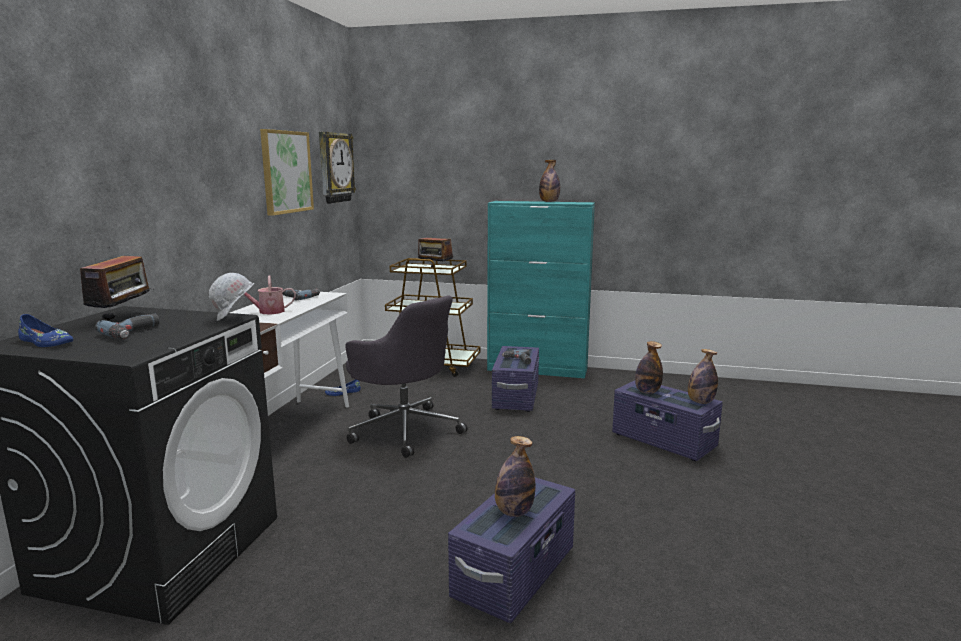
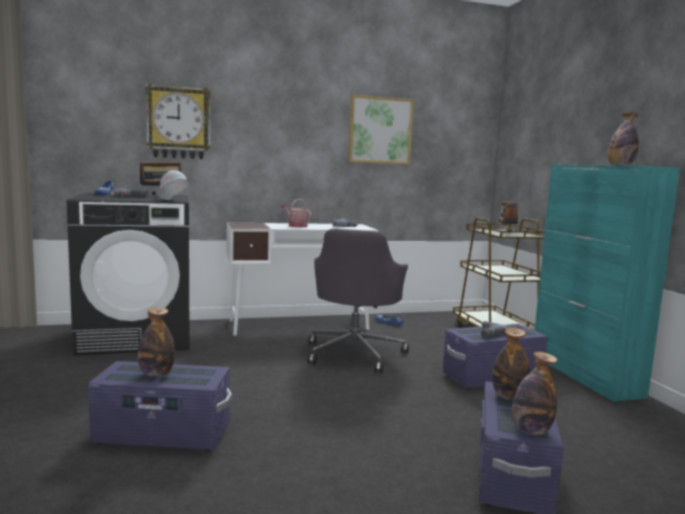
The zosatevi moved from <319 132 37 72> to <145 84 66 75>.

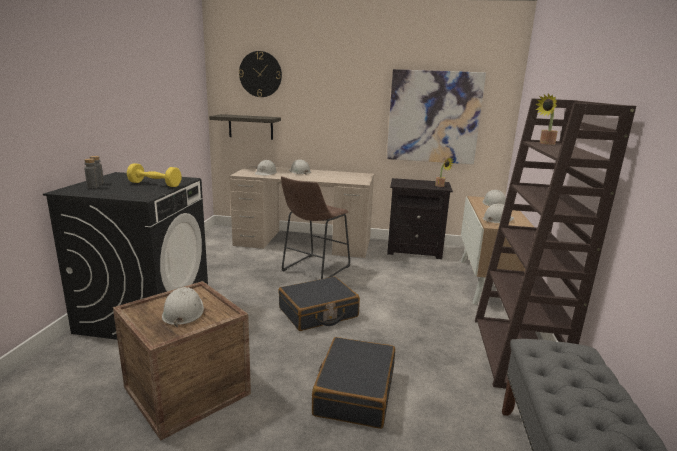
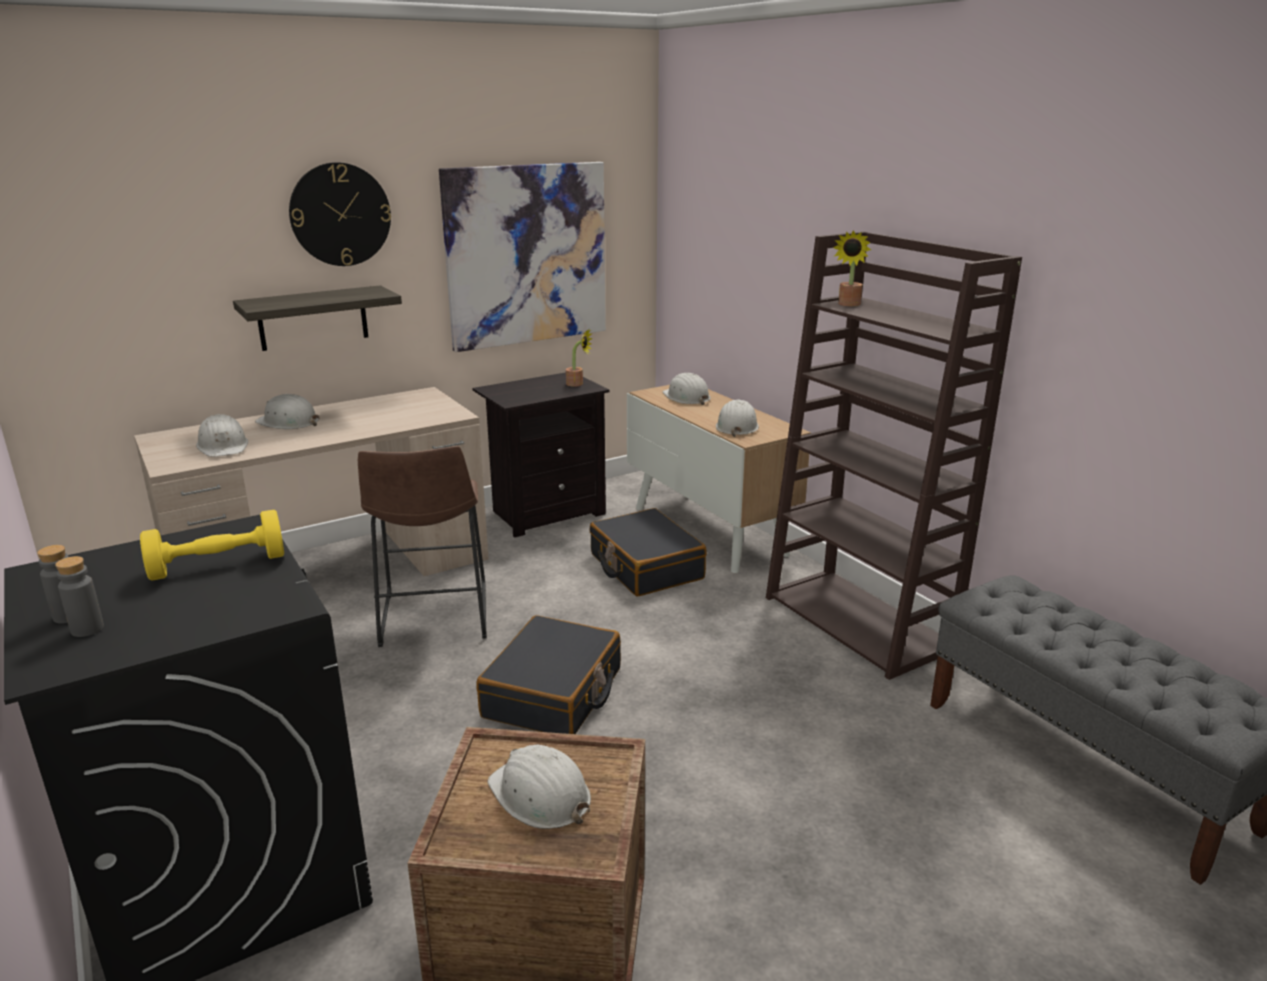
The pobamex moved from <209 114 72 26> to <233 285 169 66>.
The zosatevi moved from <239 51 43 46> to <289 162 102 104>.
The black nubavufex moved from <312 337 83 92> to <589 508 118 89>.

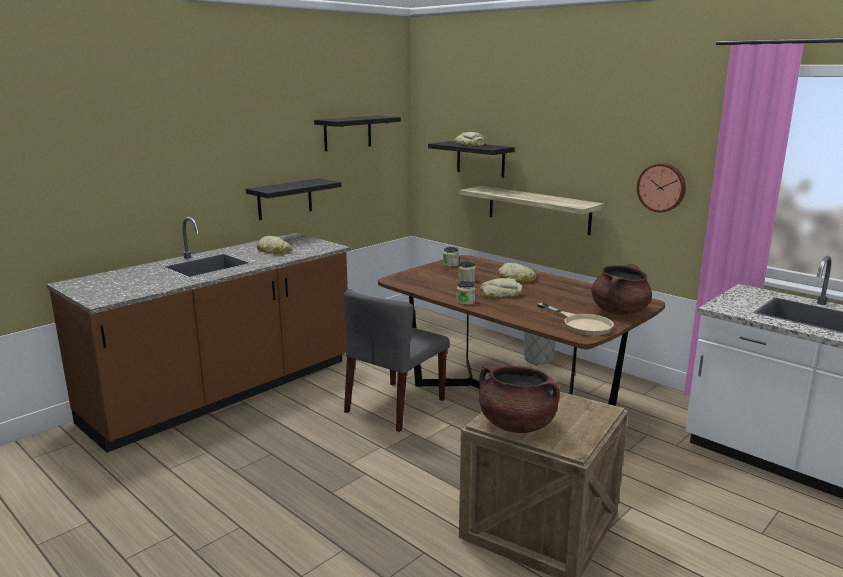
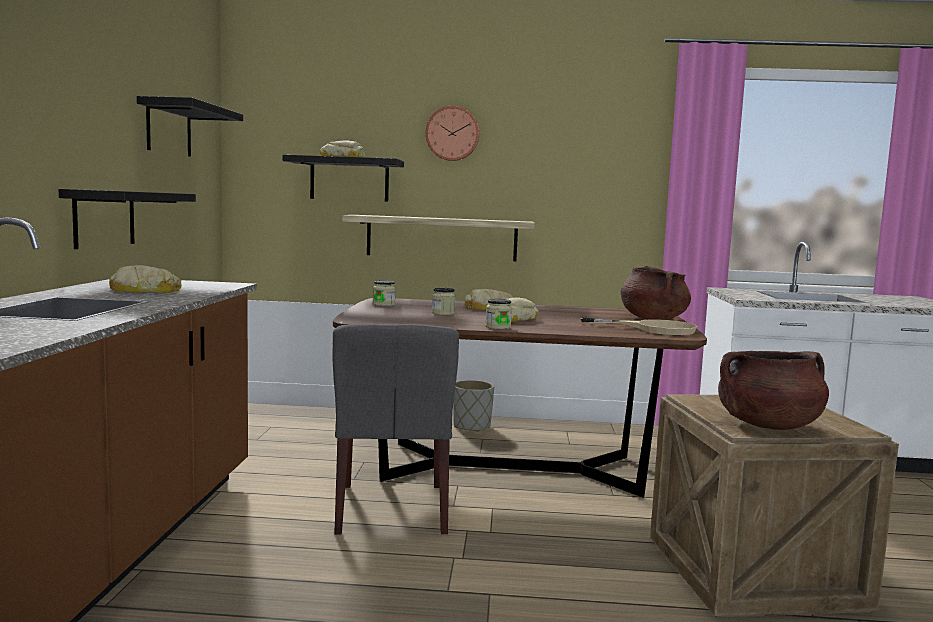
The zosatevi moved from <637 163 49 49> to <426 106 53 55>.

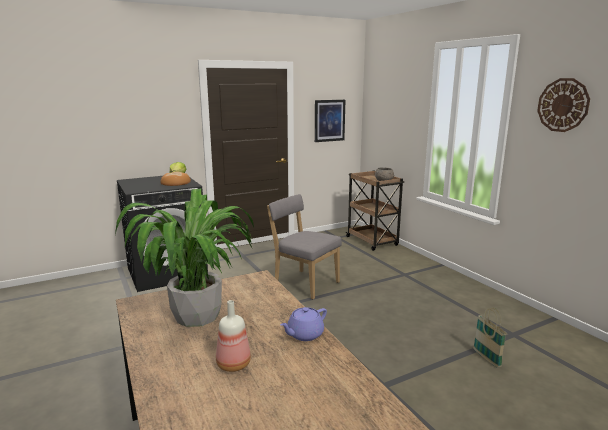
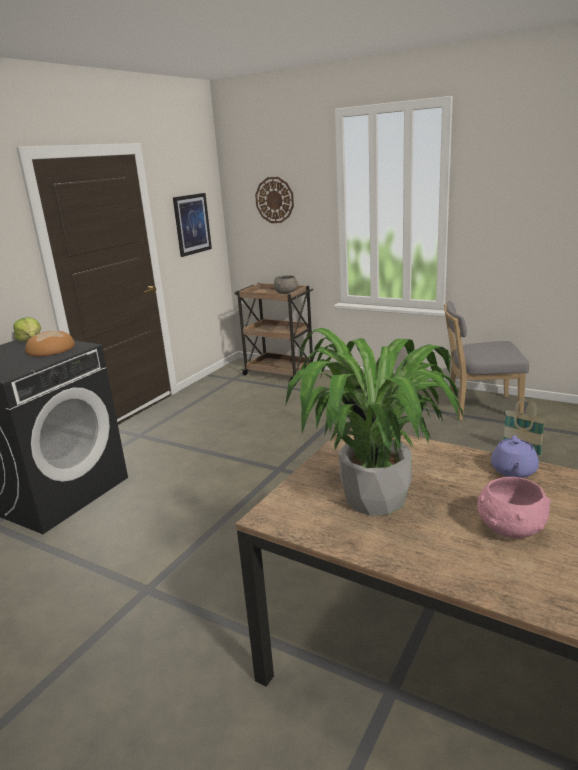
The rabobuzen at <216 300 35 72> was replaced by the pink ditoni at <477 477 74 61>.
The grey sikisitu moved from <267 194 75 105> to <444 301 85 120>.
The zosatevi moved from <537 78 53 54> to <255 177 39 46>.

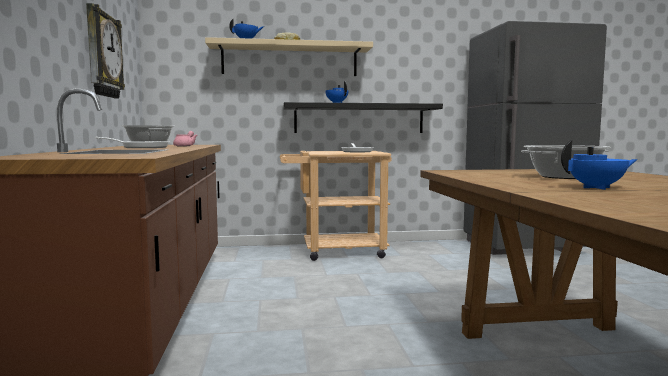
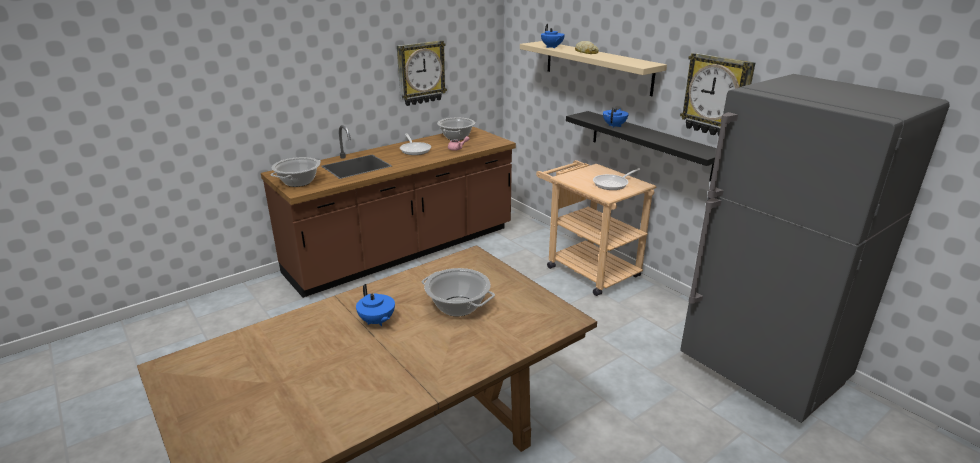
The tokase at <270 157 51 30> appeared.
The zosatevi at <680 53 75 83> appeared.

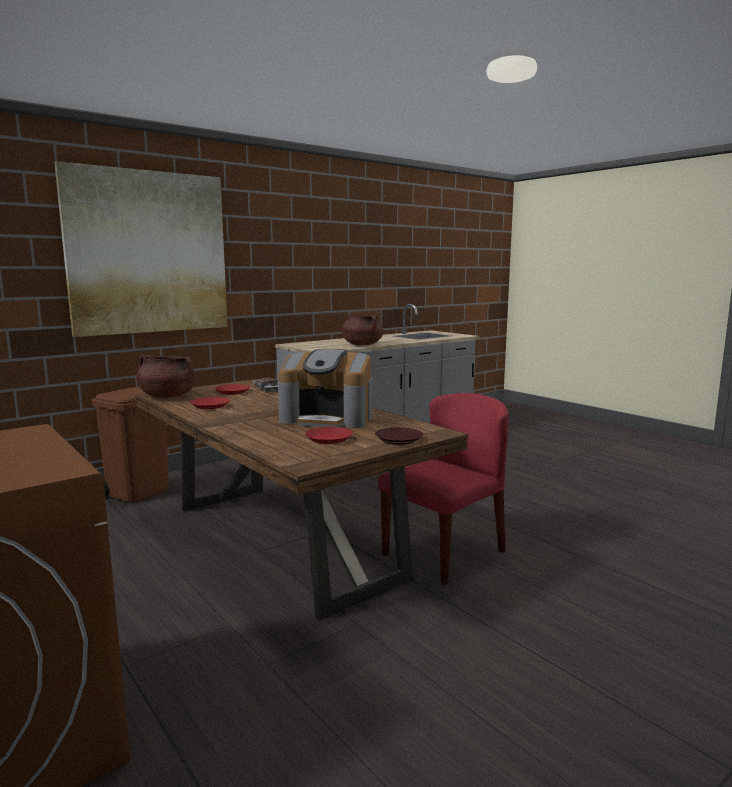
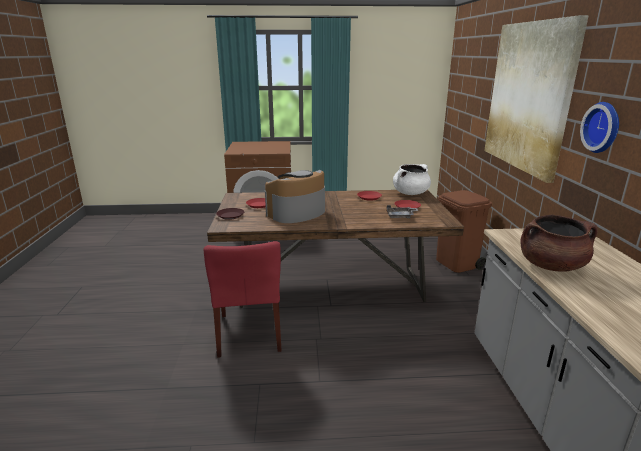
The brown tokase at <136 355 60 43> became the white tokase at <393 164 38 31>.
The zosatevi at <580 102 39 51> appeared.

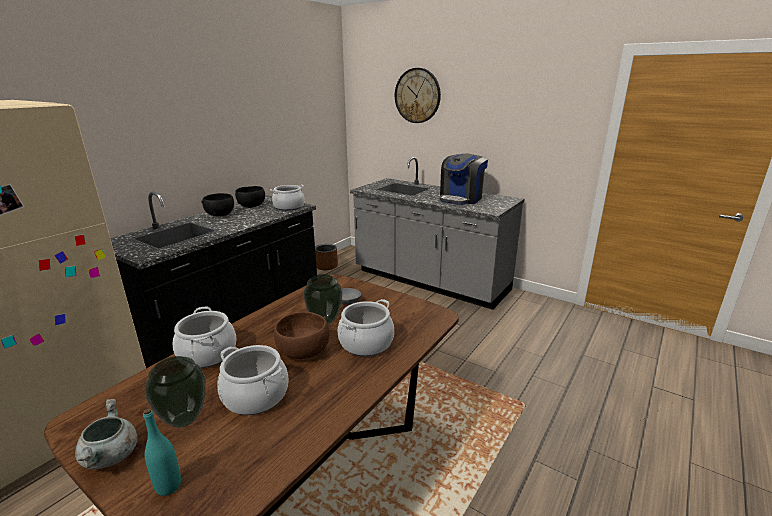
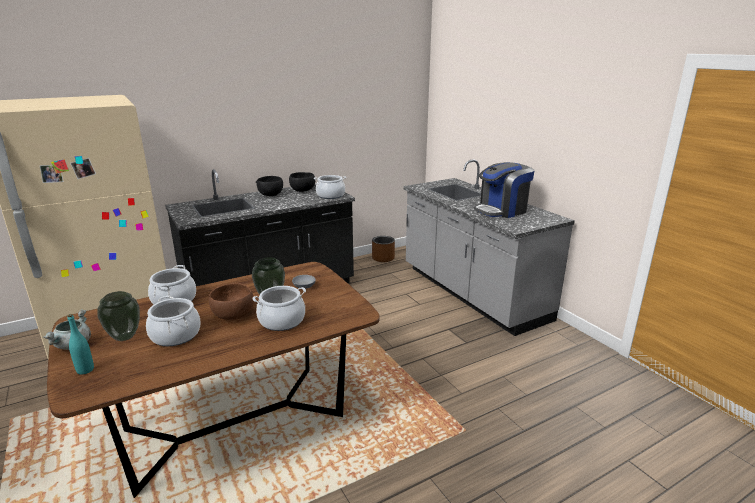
The zosatevi at <395 68 46 55> disappeared.

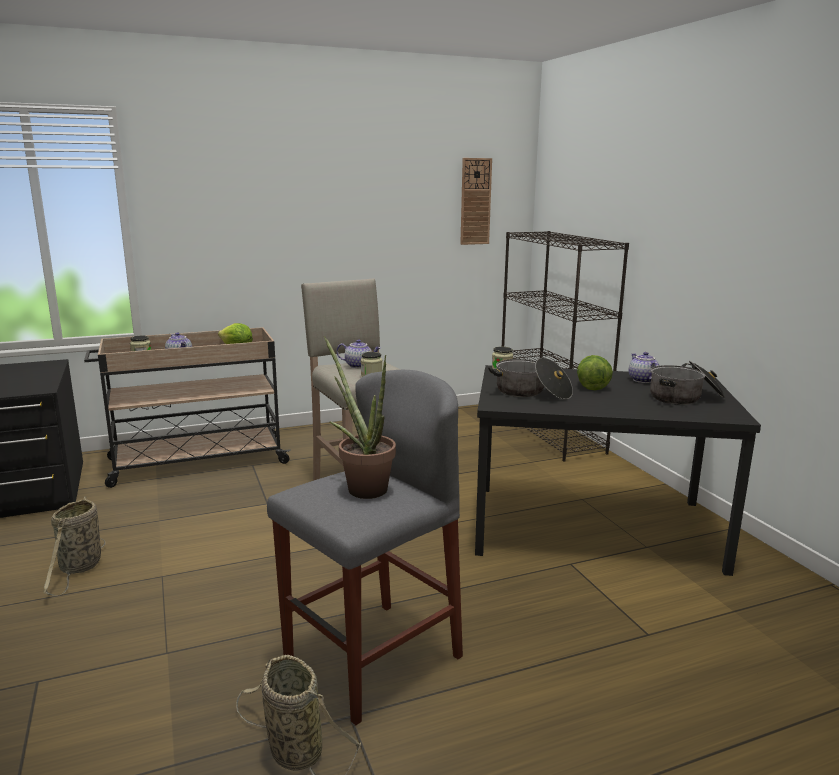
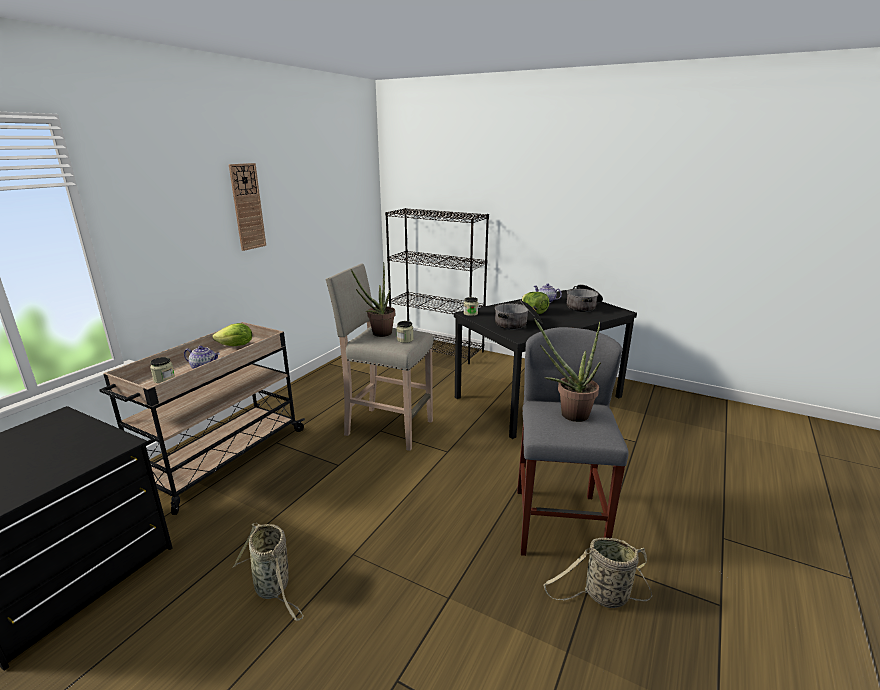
The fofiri at <336 339 45 29> was replaced by the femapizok at <351 262 44 75>.
The zosatevi moved from <460 158 32 87> to <229 163 37 88>.

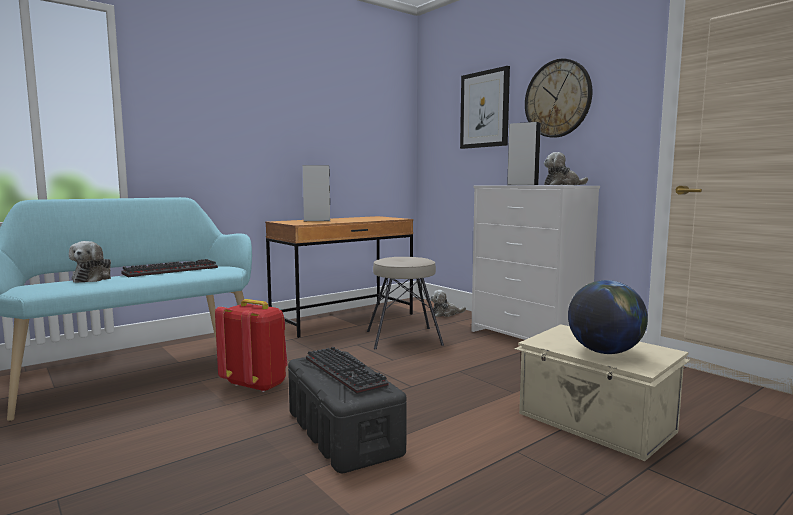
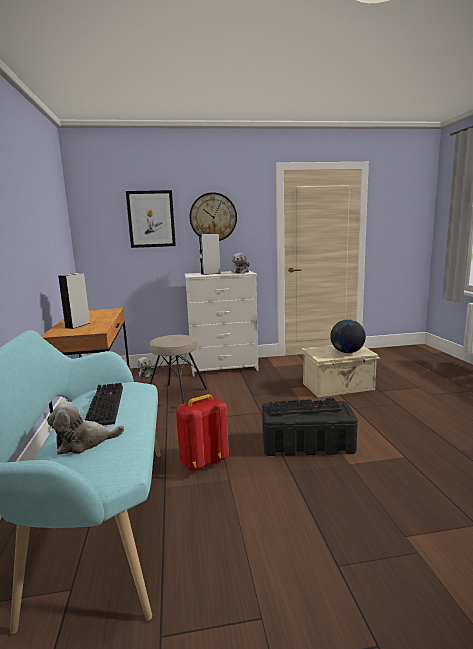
The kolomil at <69 241 42 42> turned 135 degrees clockwise.

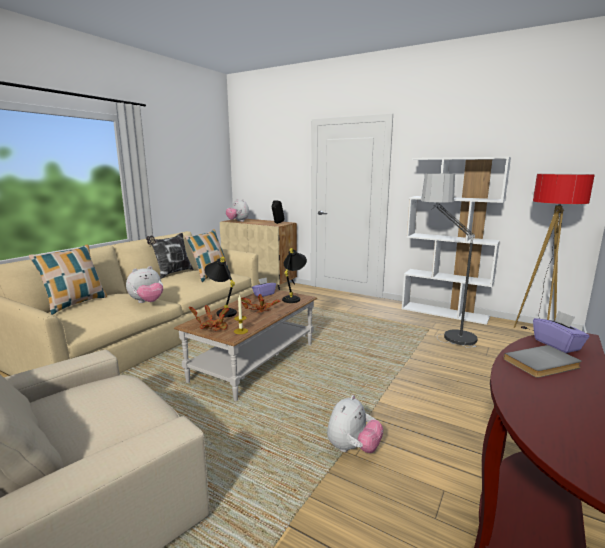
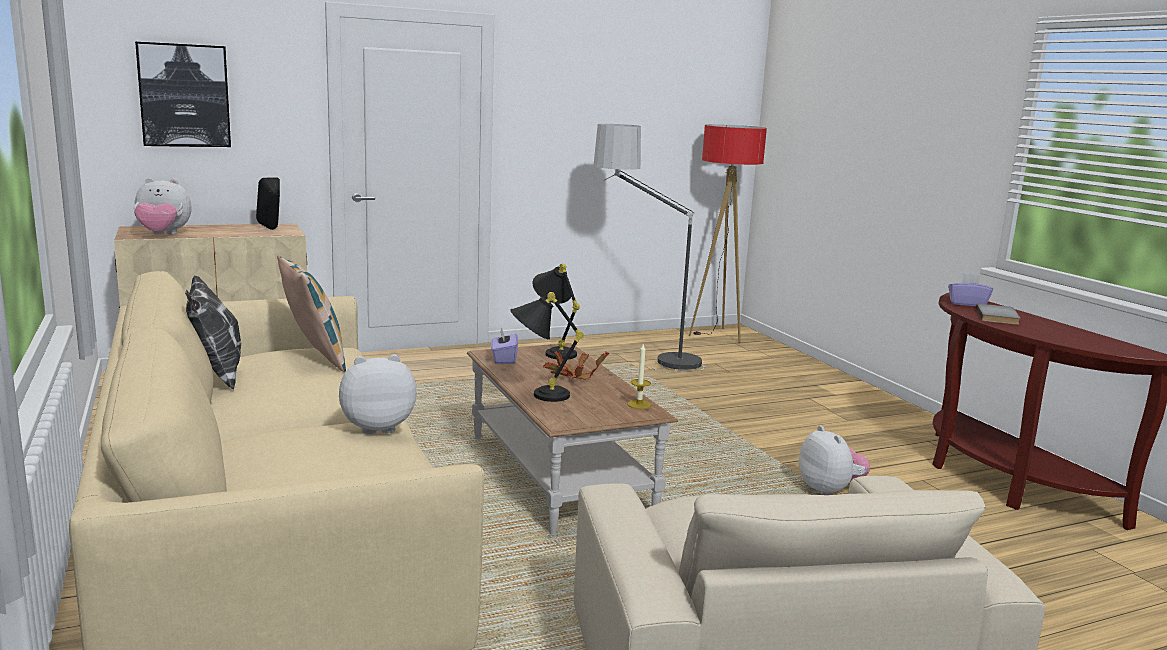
The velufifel at <29 245 78 70> disappeared.
The kolomil at <126 266 37 37> turned 105 degrees counterclockwise.
The femapizok at <189 305 40 26> disappeared.
The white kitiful at <402 157 109 168> disappeared.
The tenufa at <135 42 96 105> appeared.

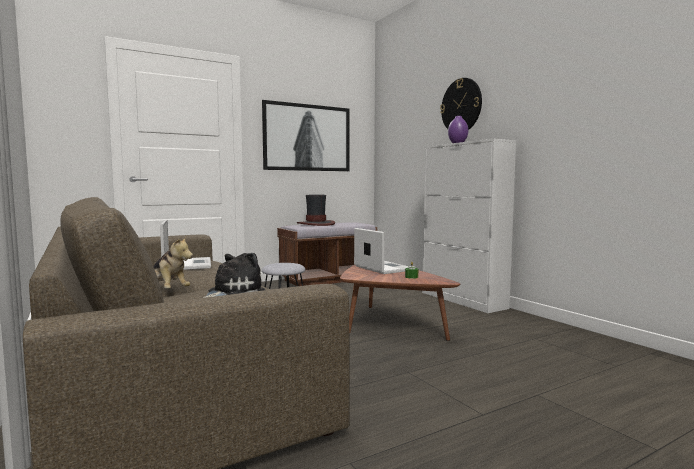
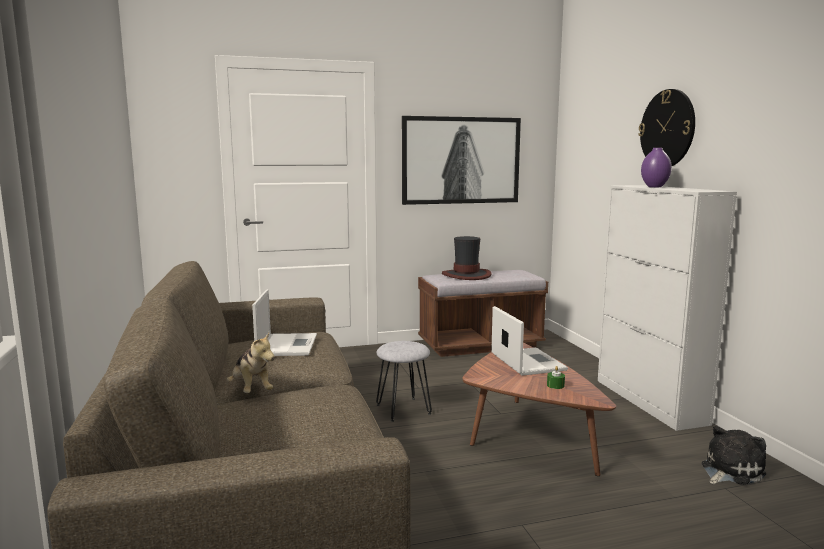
The kolomil moved from <203 253 63 45> to <701 426 65 59>.

